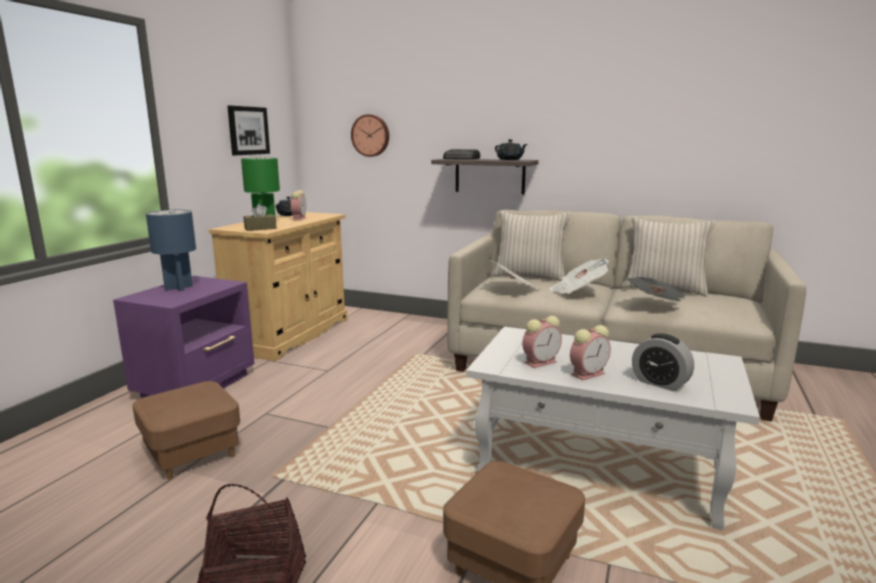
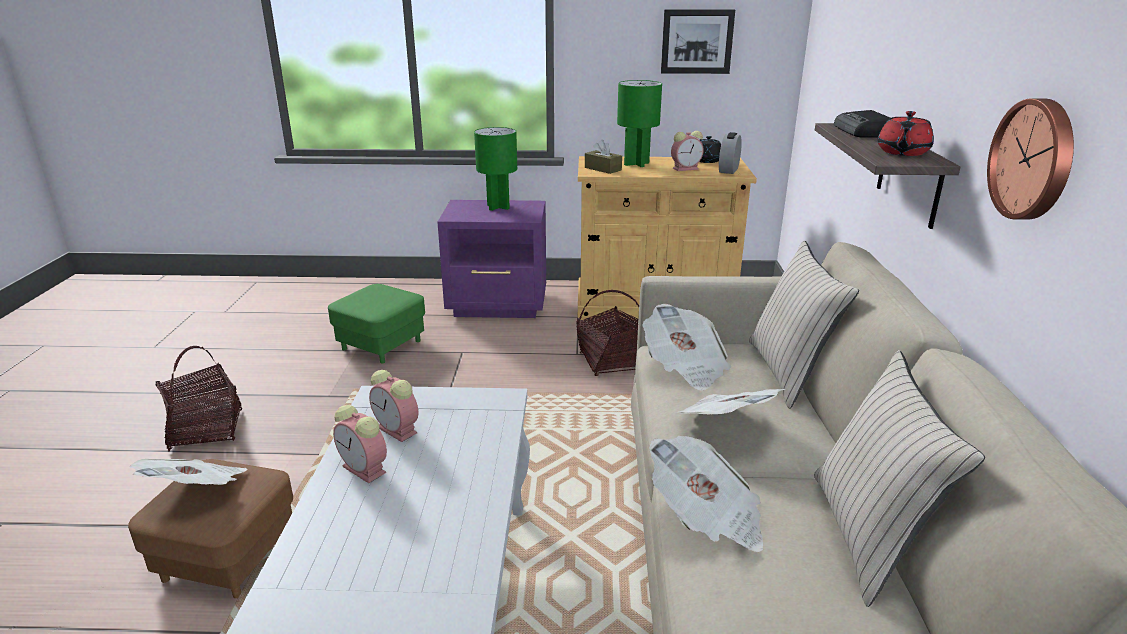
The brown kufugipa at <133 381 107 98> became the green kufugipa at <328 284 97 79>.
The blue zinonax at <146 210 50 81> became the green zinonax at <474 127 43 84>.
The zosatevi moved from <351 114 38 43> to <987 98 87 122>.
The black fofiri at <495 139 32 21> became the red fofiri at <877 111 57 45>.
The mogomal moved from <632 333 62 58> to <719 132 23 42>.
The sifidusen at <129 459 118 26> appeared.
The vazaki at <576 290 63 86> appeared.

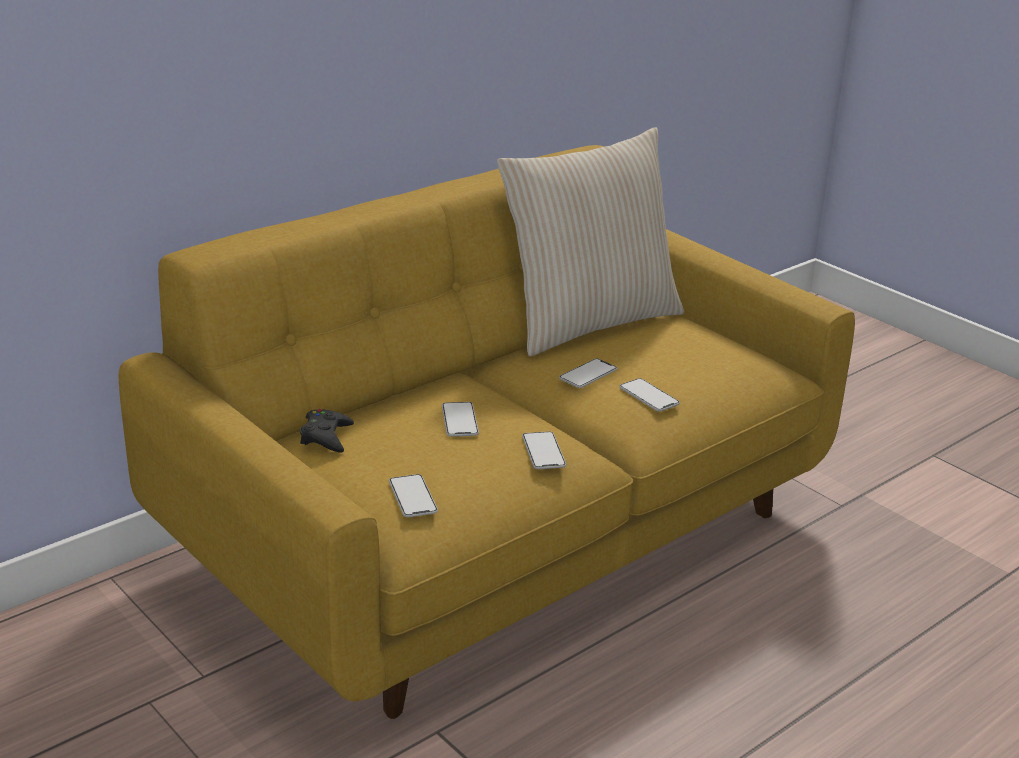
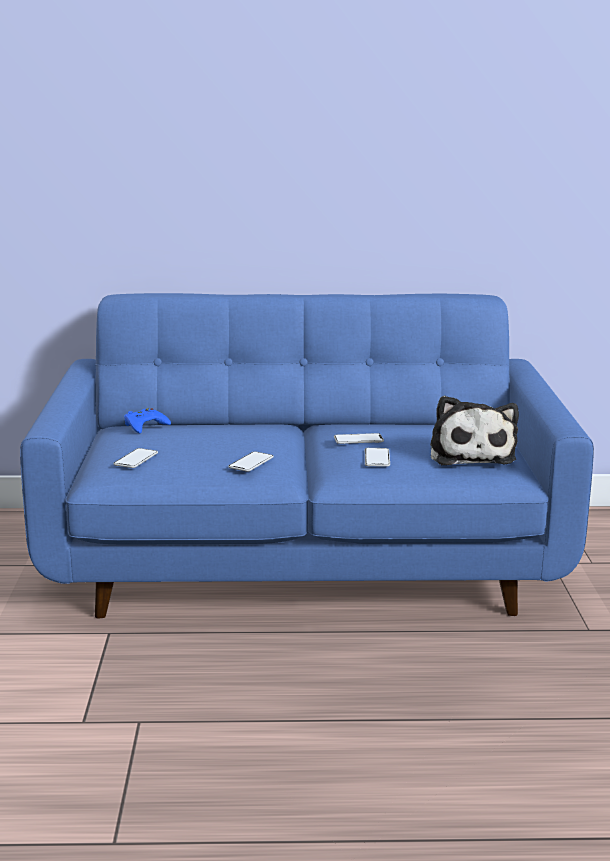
The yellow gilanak at <119 145 736 574> became the blue gilanak at <20 293 574 326>.
The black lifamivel at <300 409 54 43> became the blue lifamivel at <124 409 47 24>.
The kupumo at <442 402 37 35> disappeared.
The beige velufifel at <497 127 187 229> disappeared.
The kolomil at <430 396 89 69> appeared.

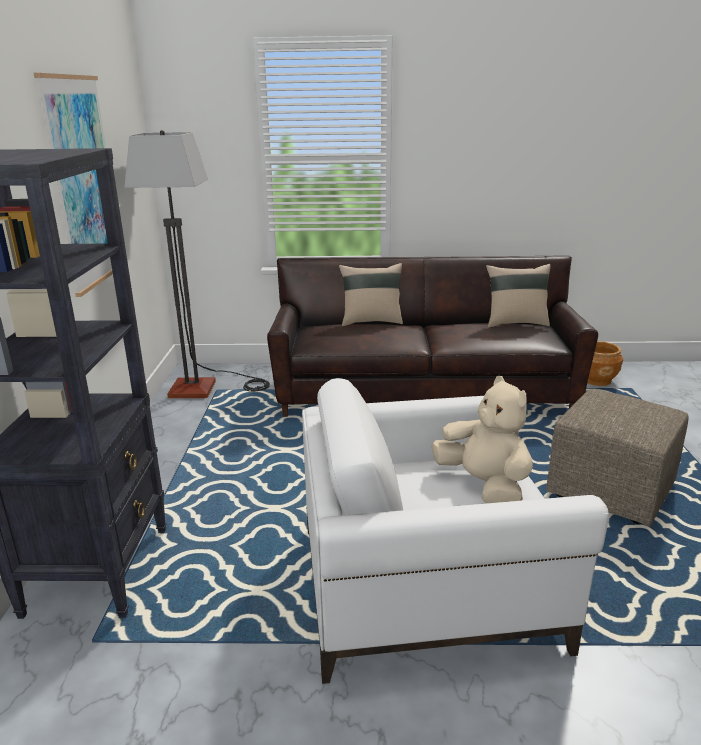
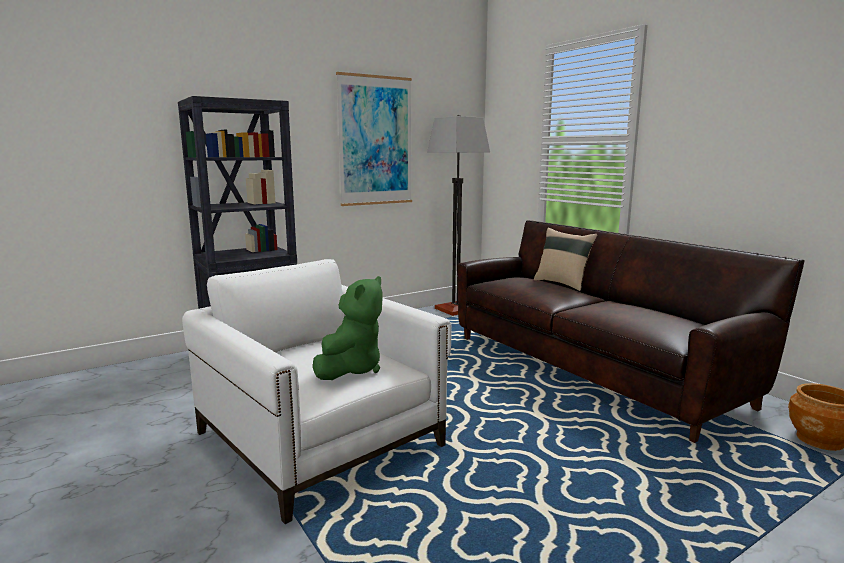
The beige kolomil at <432 376 101 127> became the green kolomil at <313 276 70 104>.
The beige velufifel at <486 264 65 64> disappeared.
The beige kufugipa at <546 389 143 138> disappeared.

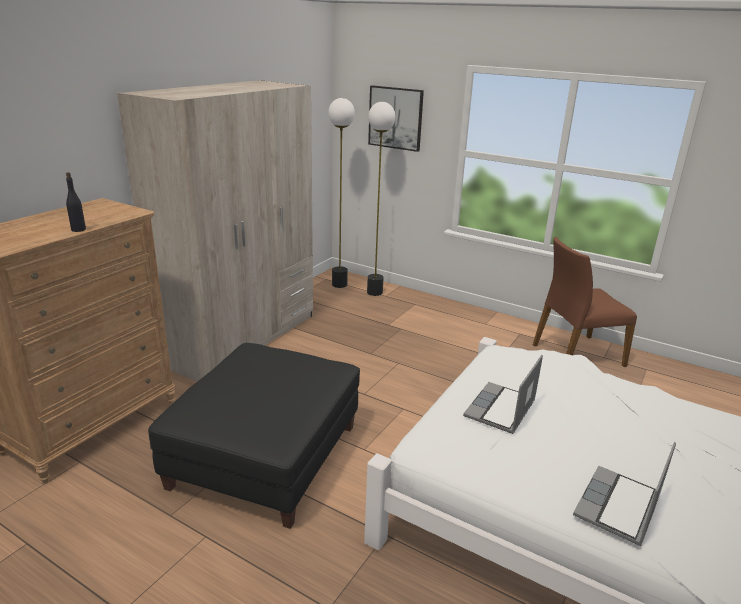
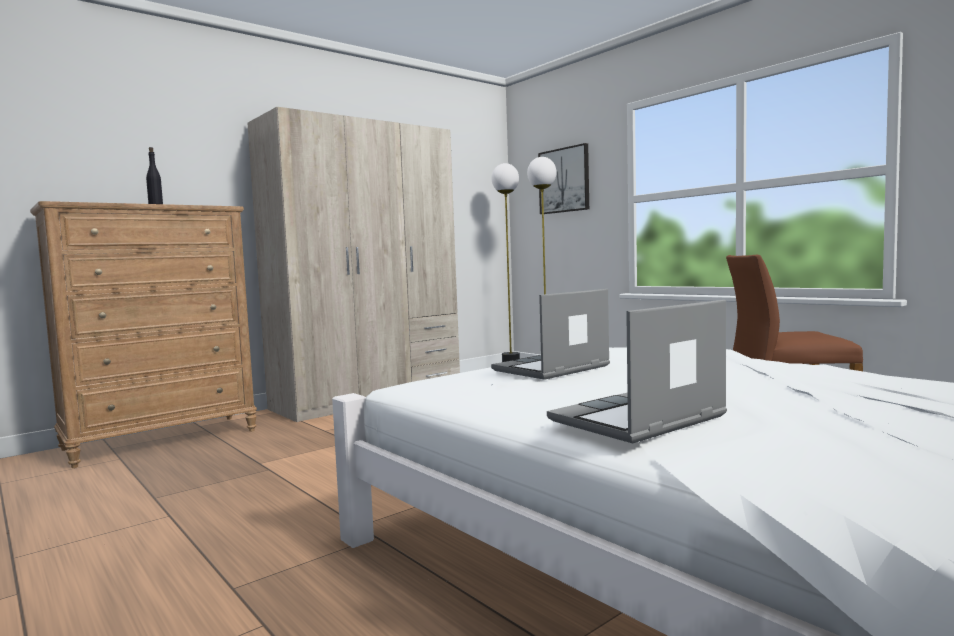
The black kufugipa at <148 343 212 186> disappeared.

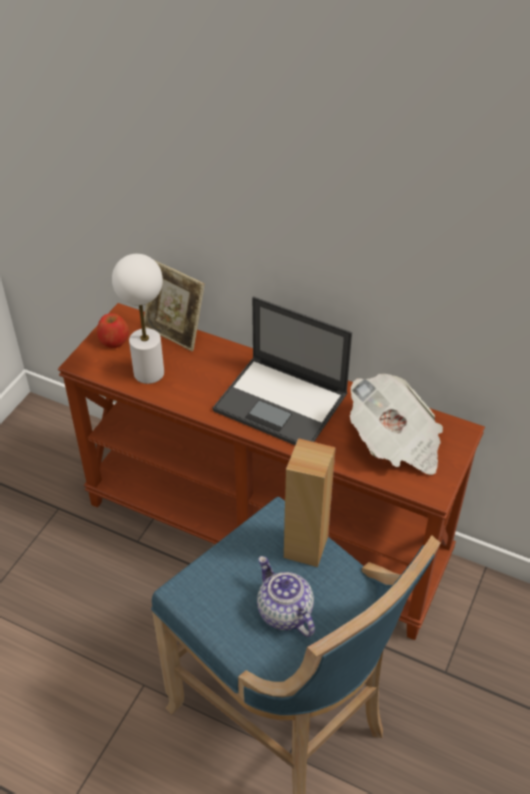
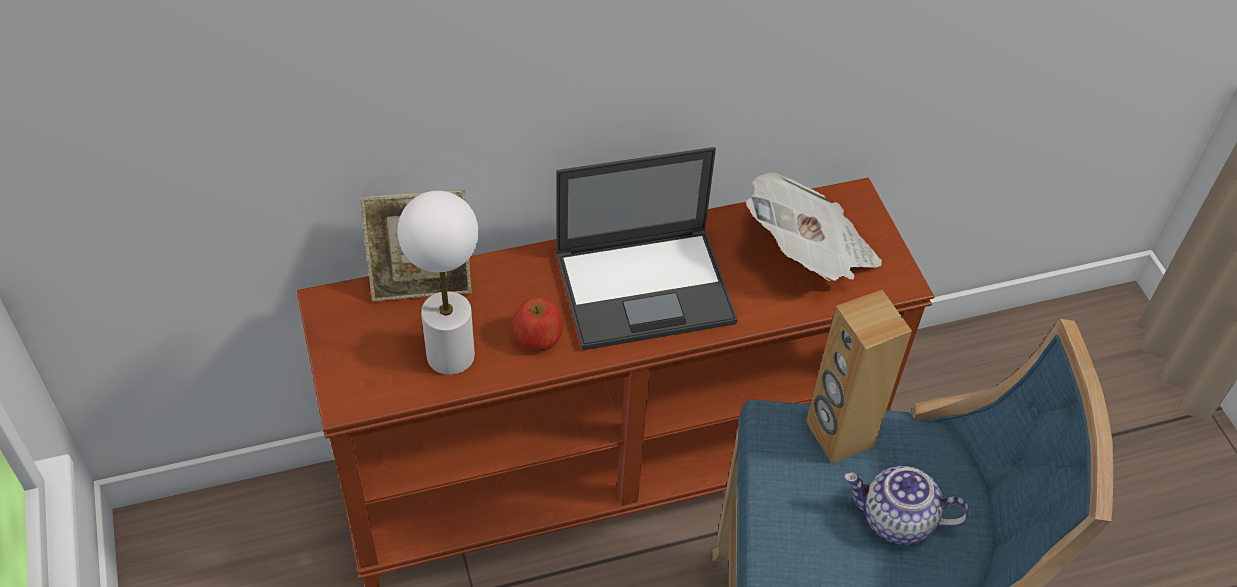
The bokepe moved from <97 314 32 34> to <513 297 50 55>.

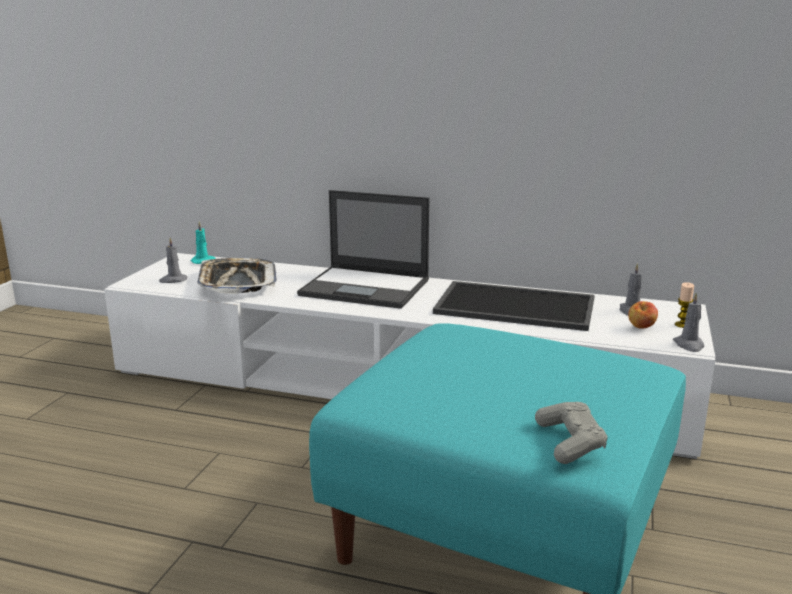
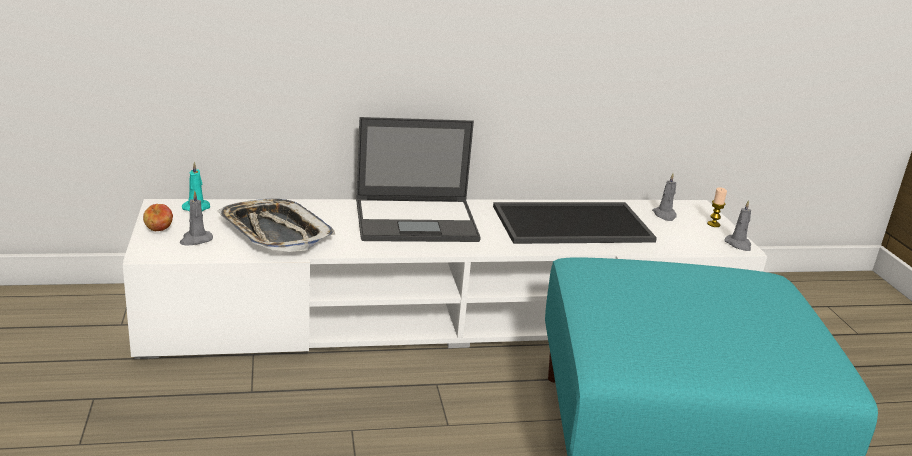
The grey lifamivel at <535 402 72 62> disappeared.
The bokepe moved from <628 301 30 27> to <143 204 30 27>.

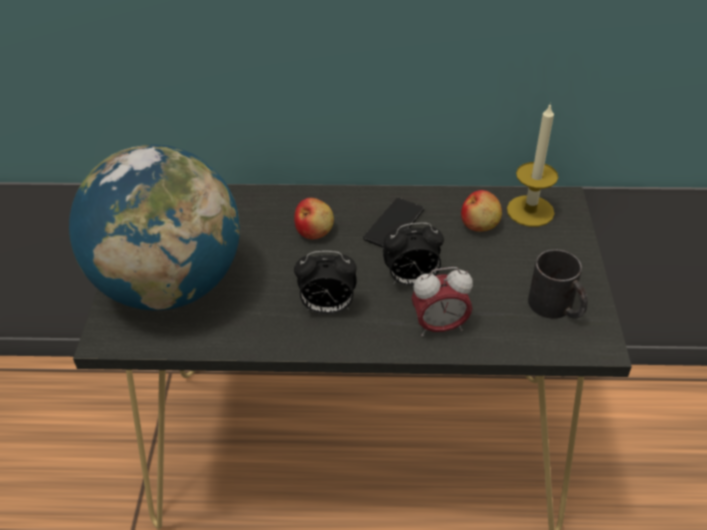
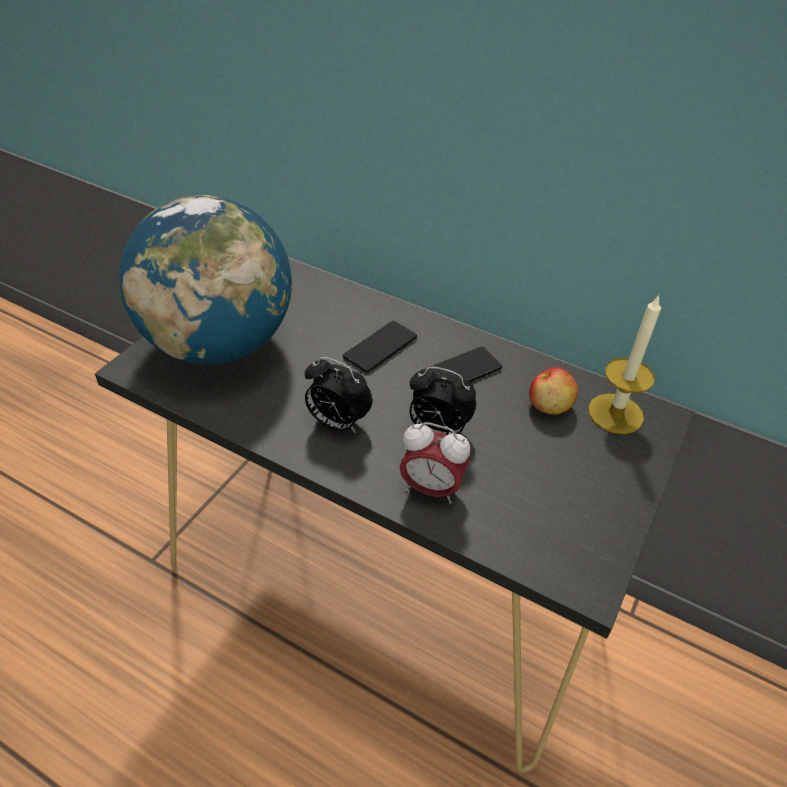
The bokepe at <294 198 40 42> was replaced by the kupumo at <343 321 74 52>.
The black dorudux at <528 249 60 70> disappeared.

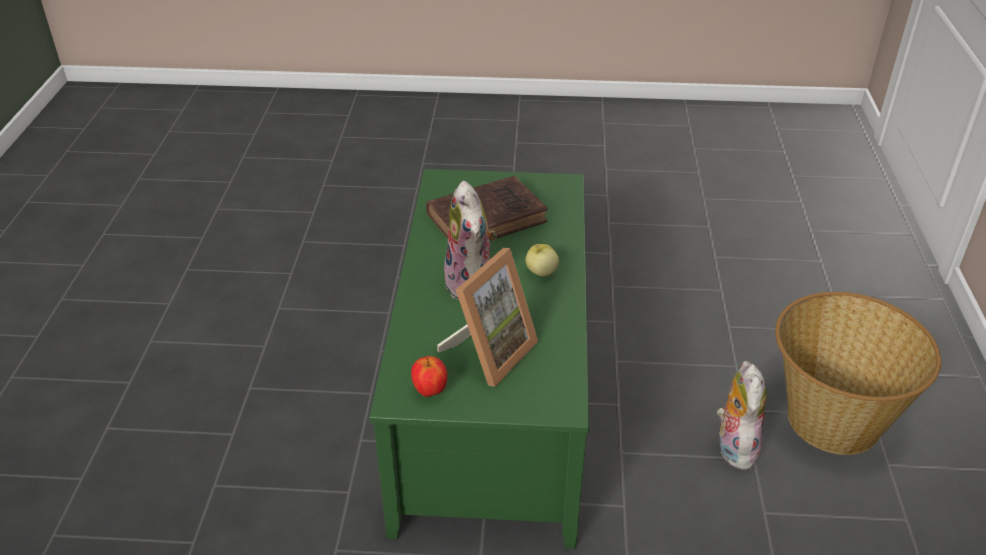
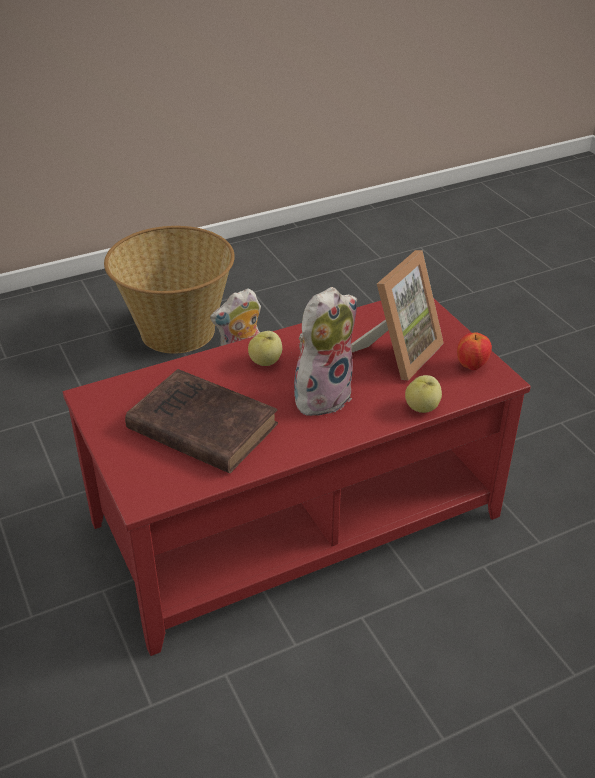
The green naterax at <369 169 220 380> became the red naterax at <63 299 468 357>.
The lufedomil at <437 248 101 139> turned 120 degrees clockwise.
The bokepe at <405 375 37 38> appeared.

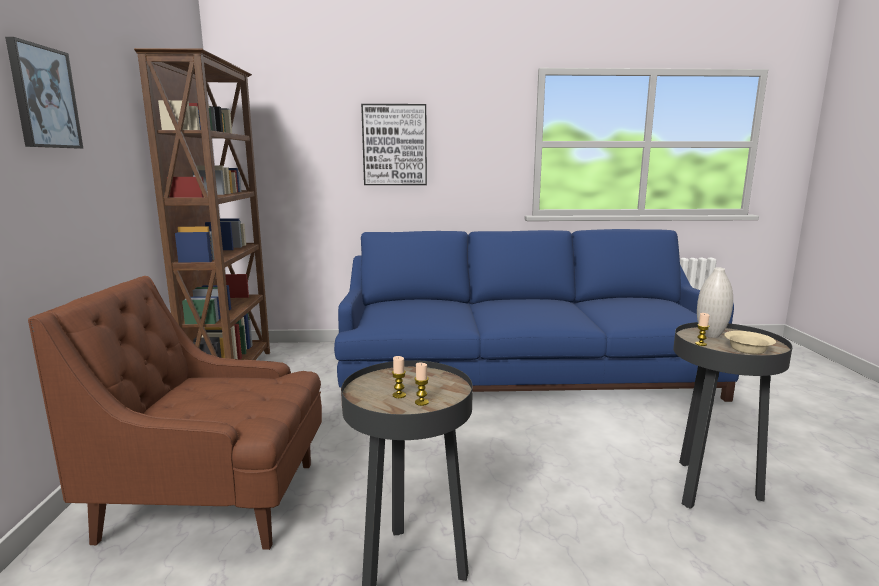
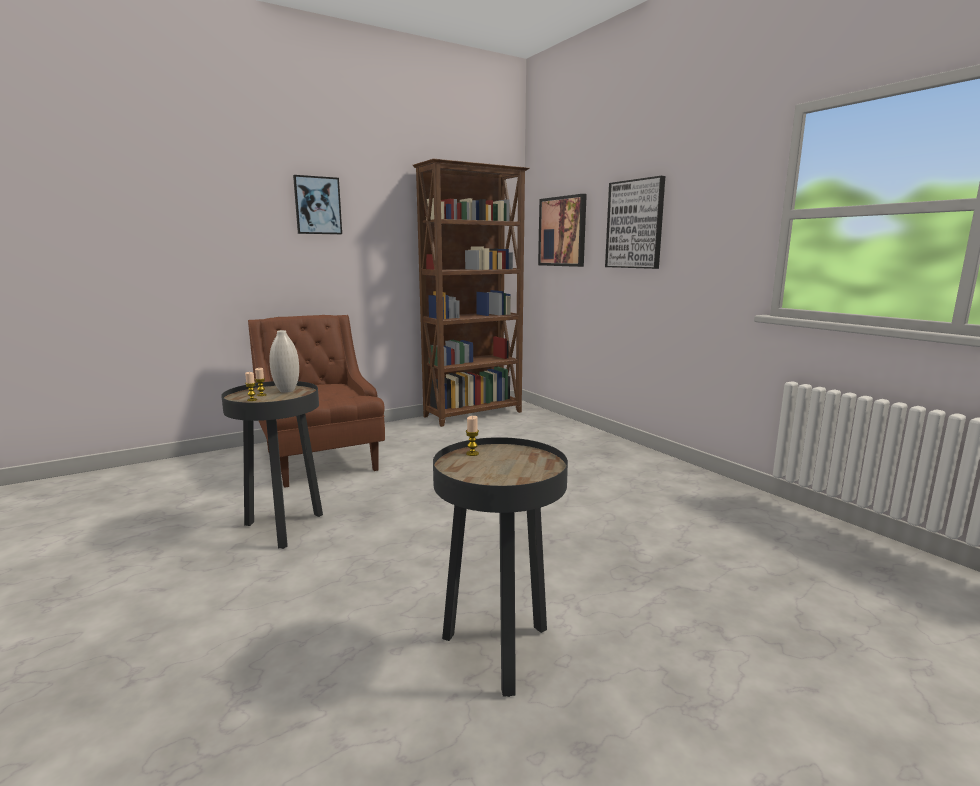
The blue gilanak at <334 229 405 173> disappeared.
The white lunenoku moved from <697 267 36 71> to <269 330 30 63>.
The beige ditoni at <724 331 52 23> disappeared.
The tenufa at <538 194 49 73> appeared.

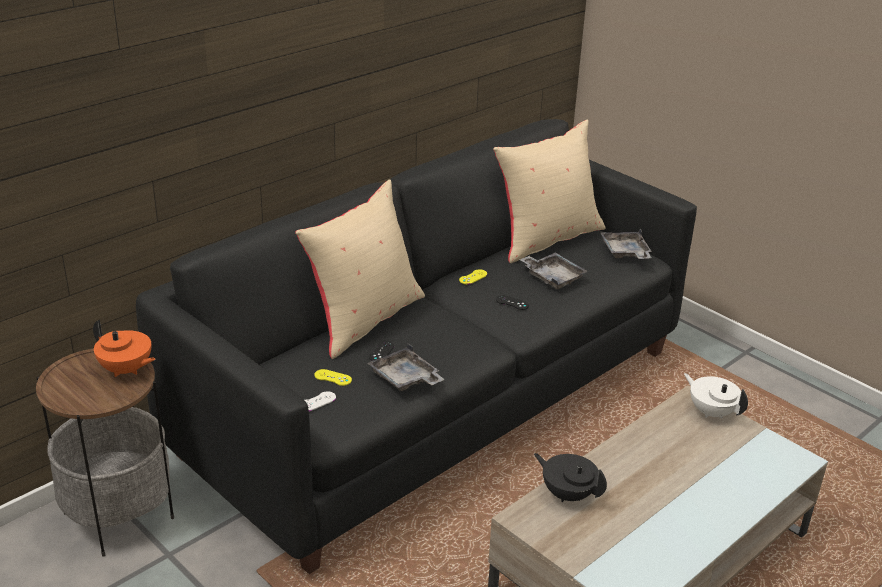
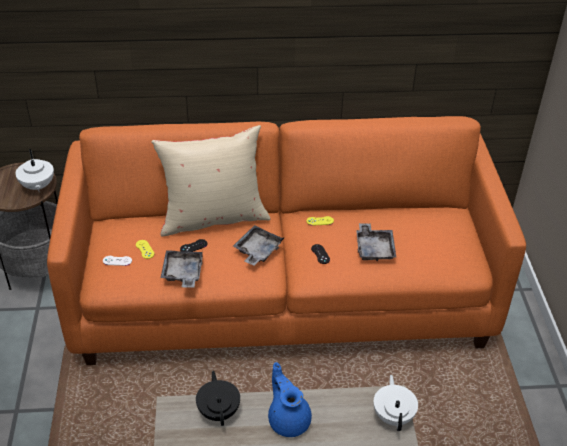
The orange fofiri at <93 320 63 57> became the white fofiri at <15 149 39 42>.
The black gilanak at <136 119 561 455> became the orange gilanak at <47 116 479 249>.
The beige velufifel at <493 120 113 143> disappeared.
The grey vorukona moved from <601 229 51 30> to <233 225 51 41>.
The blue fofiri at <268 362 44 75> appeared.

